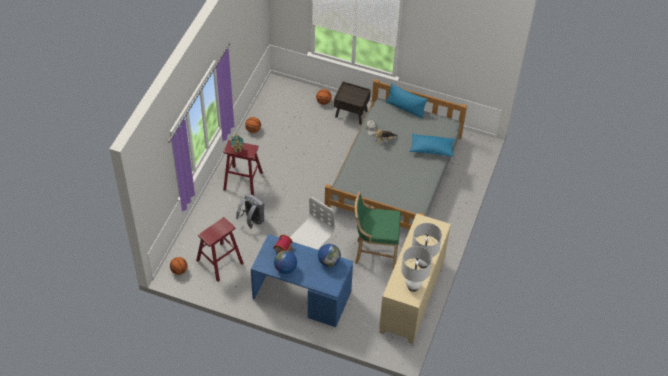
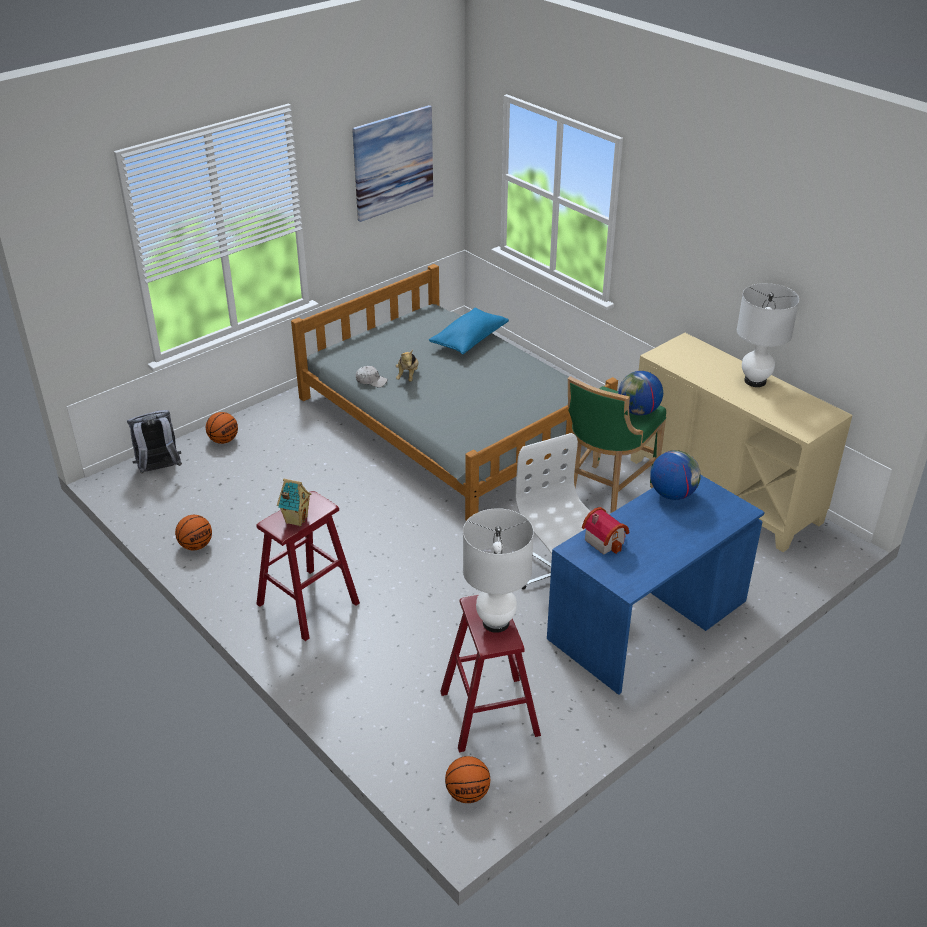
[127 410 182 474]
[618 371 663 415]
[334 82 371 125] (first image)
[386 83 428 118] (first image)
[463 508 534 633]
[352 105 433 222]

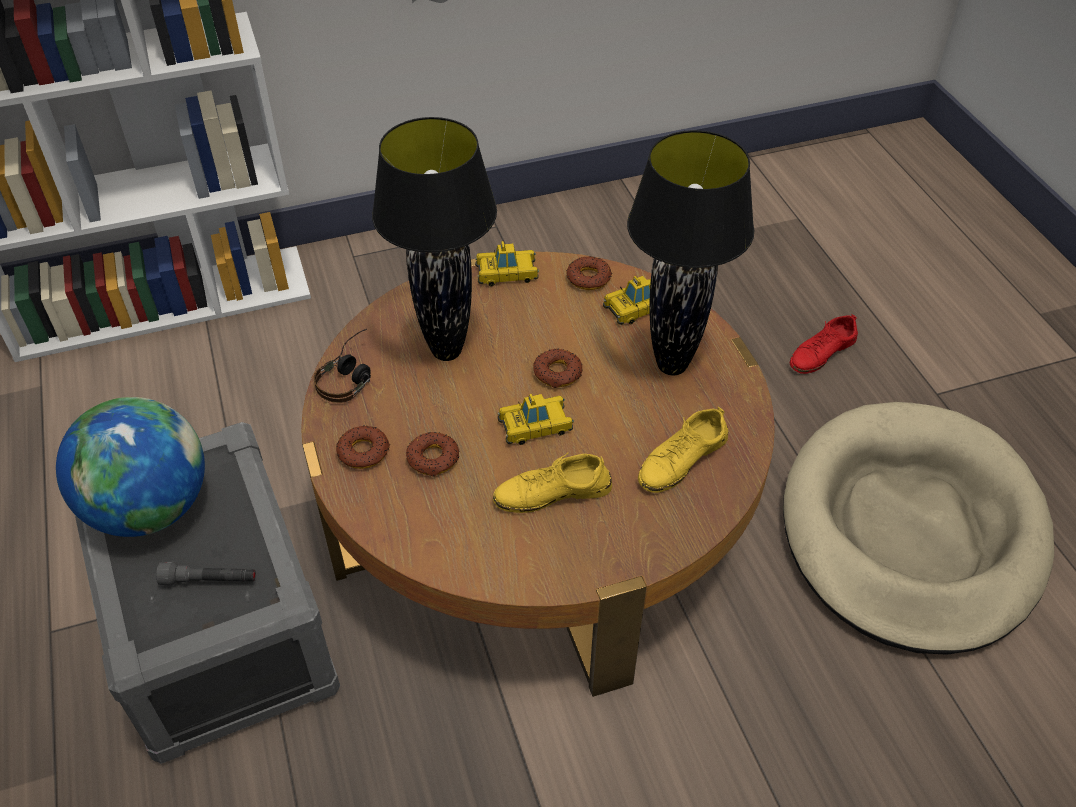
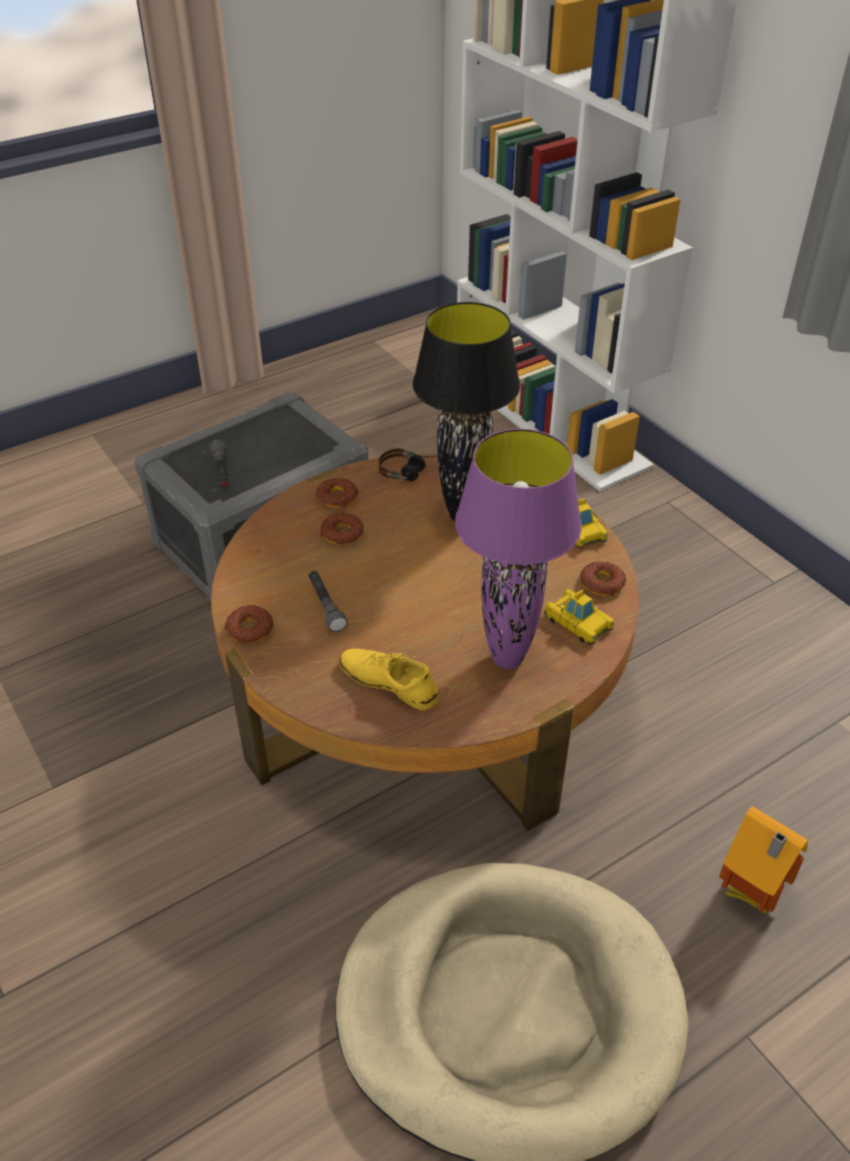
[56 397 205 537] (first image)
[309 571 348 632]
[498 394 574 445] (first image)
[225 605 273 643]
[455 429 582 669]
[719 806 808 915]

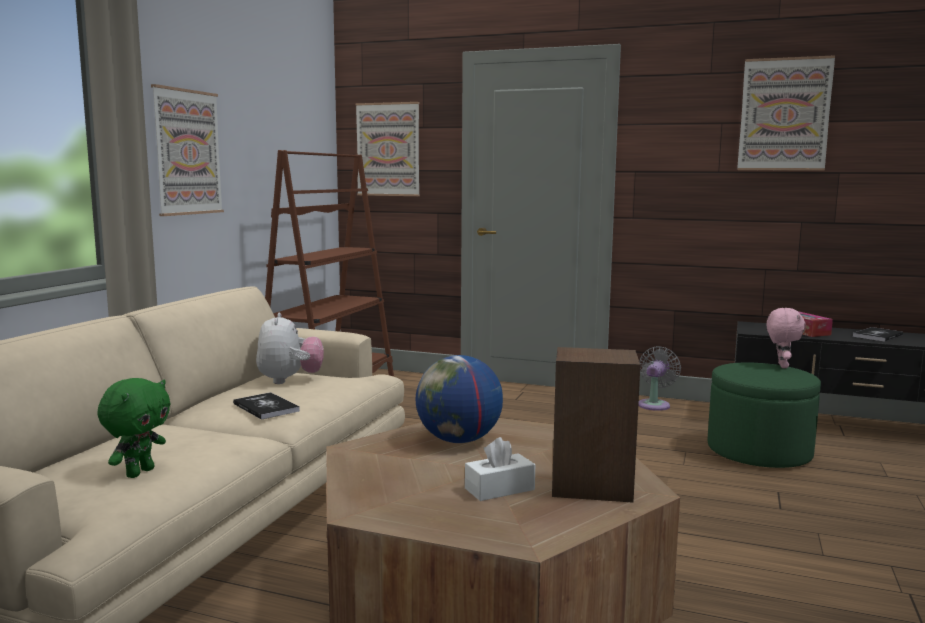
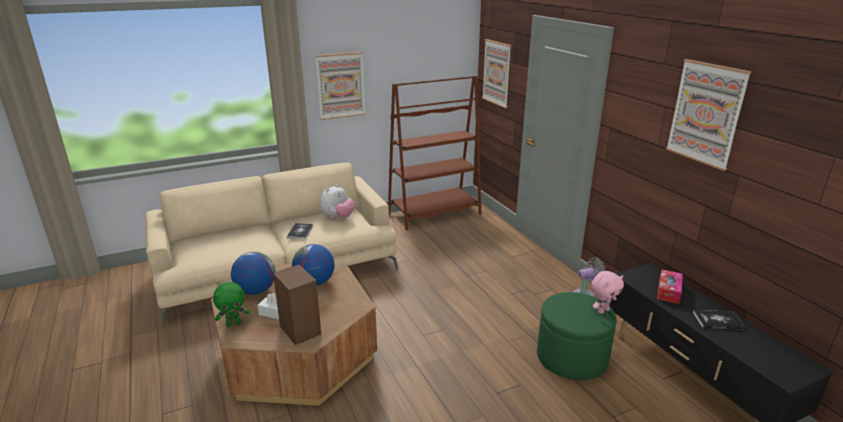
[213 282 249 327]
[231 252 276 295]

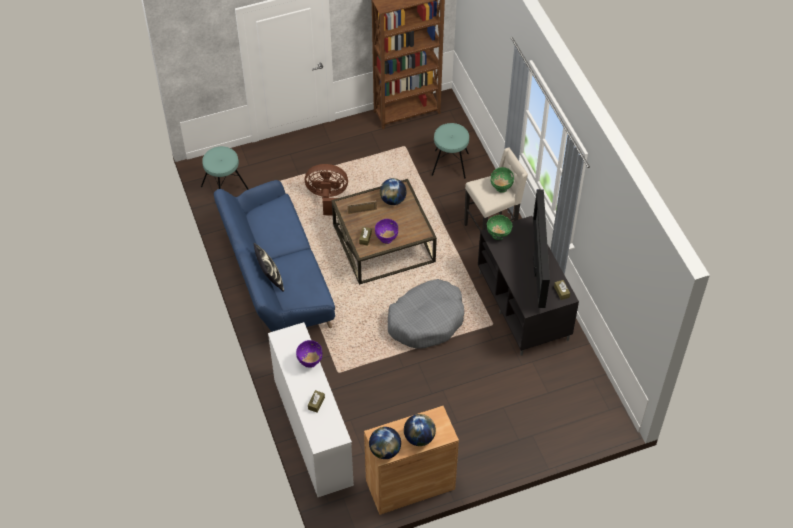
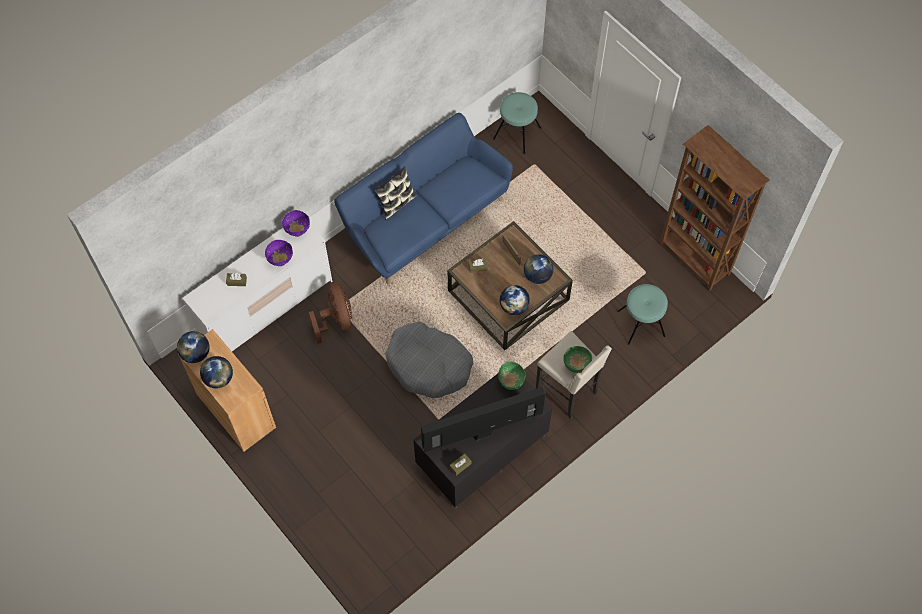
[309 283 352 344]
[282 210 310 237]
[500 285 530 315]

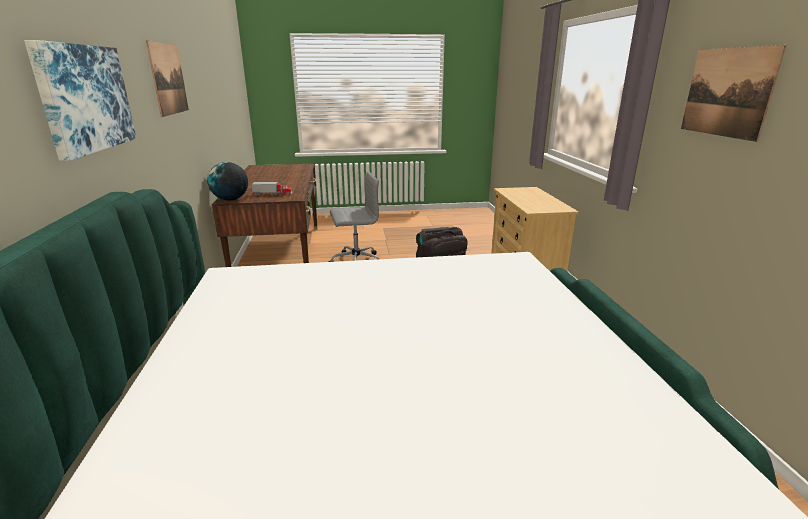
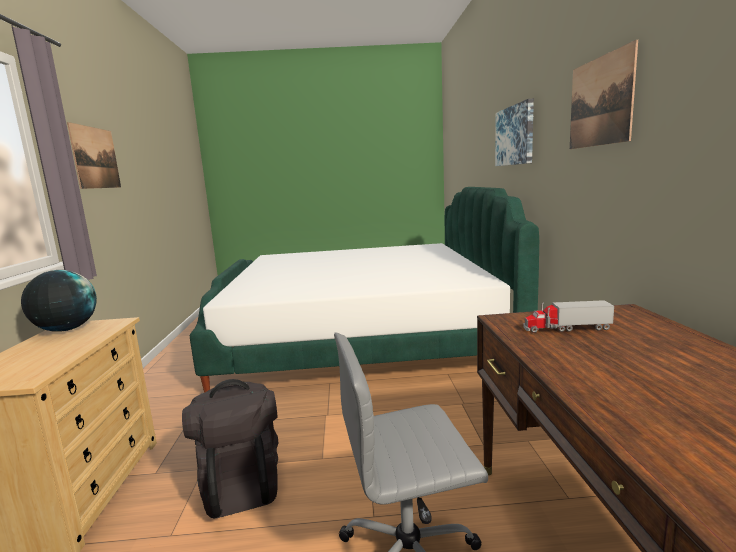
[21 270 97 332]

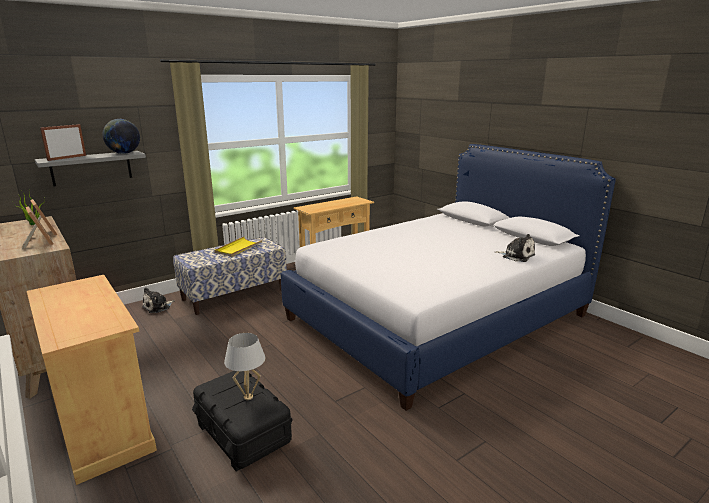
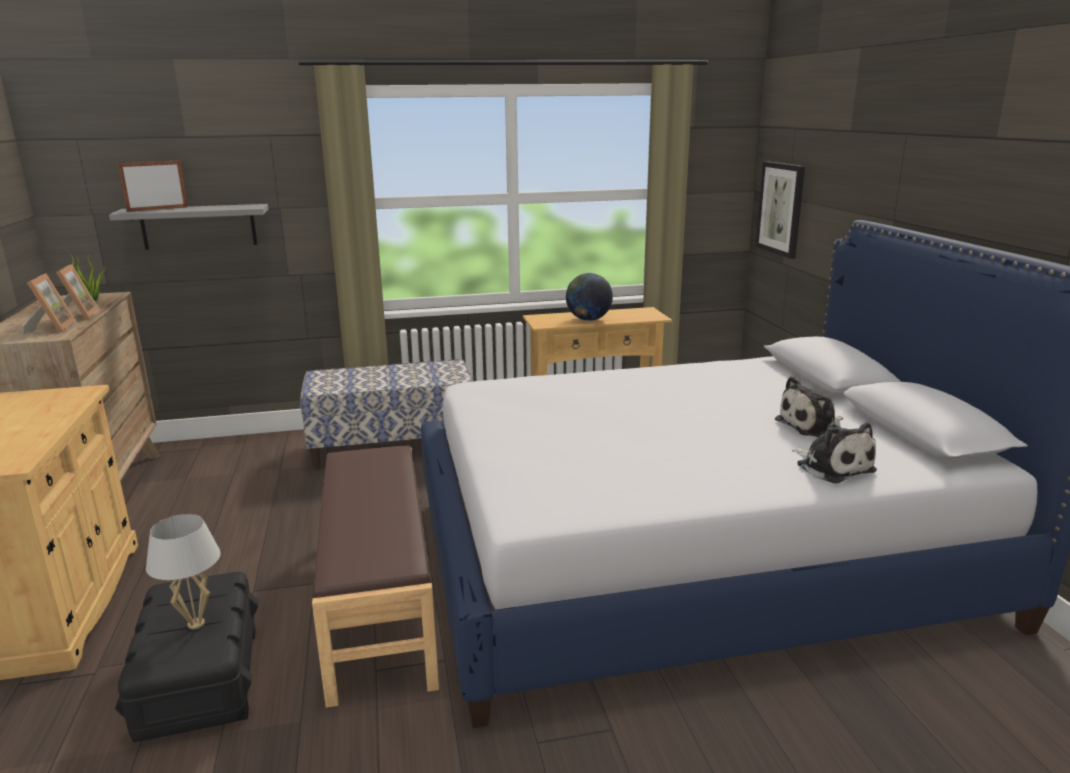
[566 273 613 321]
[775 376 843 437]
[215 237 262 257] (first image)
[312 445 439 708]
[756 161 805 259]

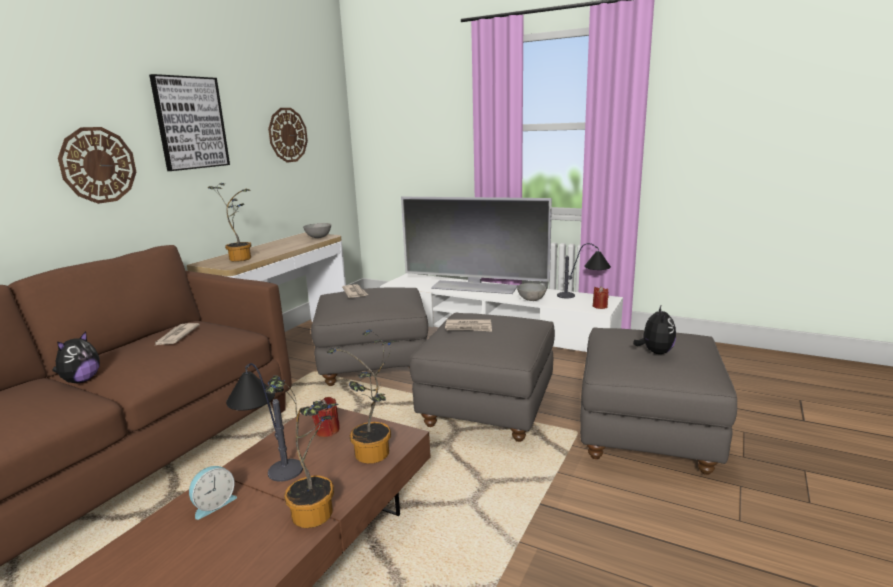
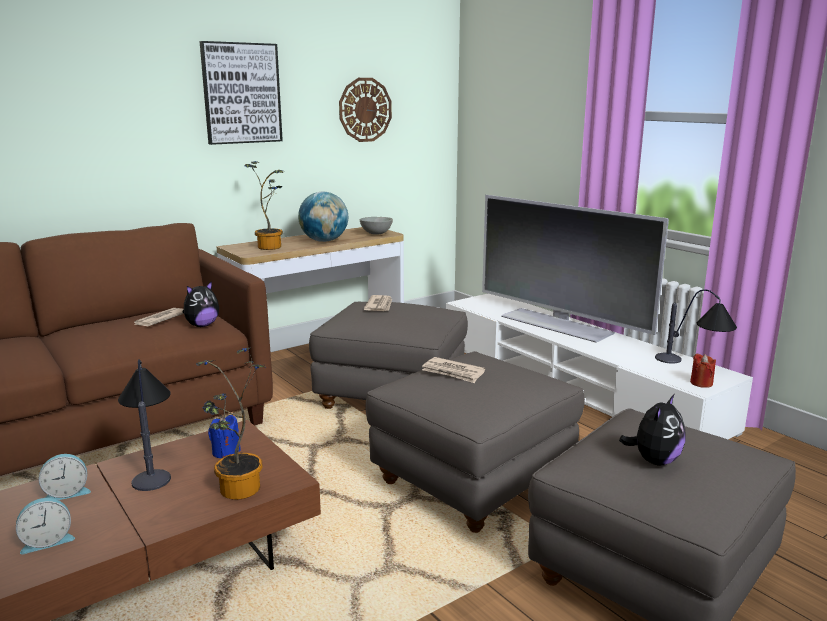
[183 281 219 327]
[58 127 136 204] (first image)
[265 375 338 528] (first image)
[208 415 241 458]
[517 283 547 301] (first image)
[16 498 75 554]
[298 192 348 242]

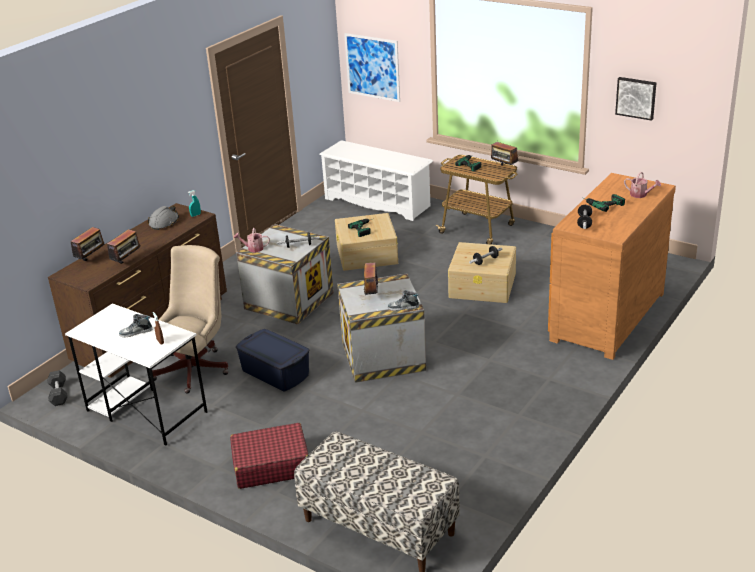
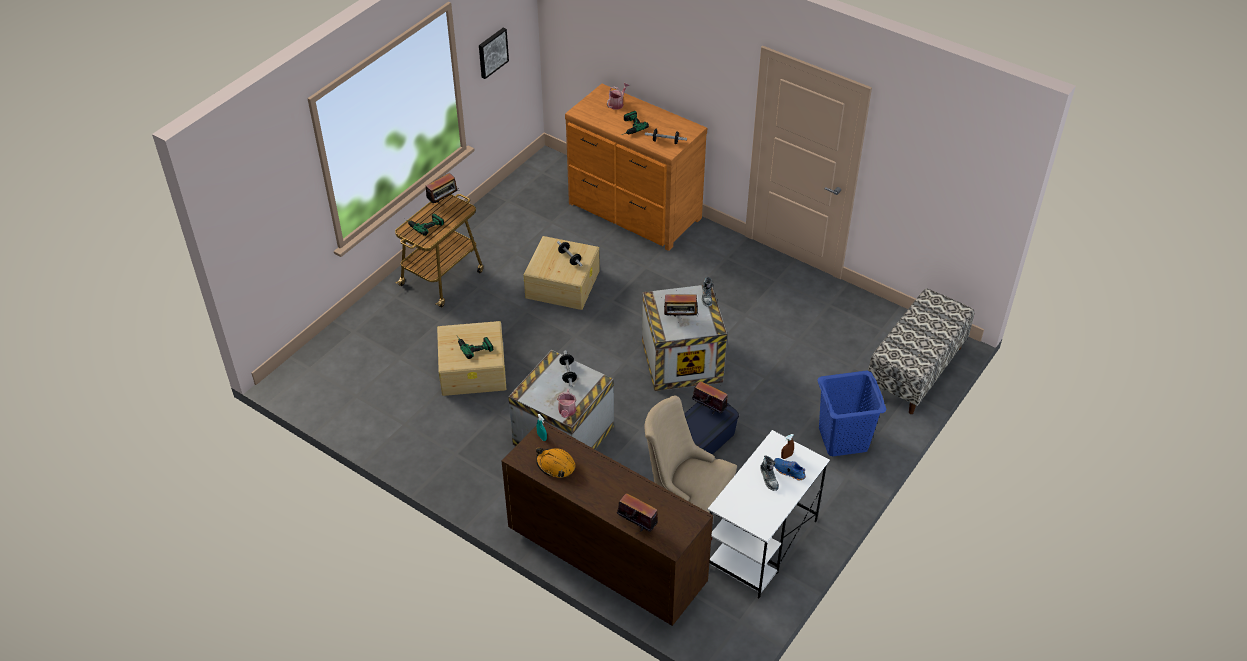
[47 370 68 406] (first image)
[692 381 727 414]
[536 448 575 478]
[817 371 886 456]
[319 140 433 221] (first image)
[344 33 400 102] (first image)
[774 458 806 481]

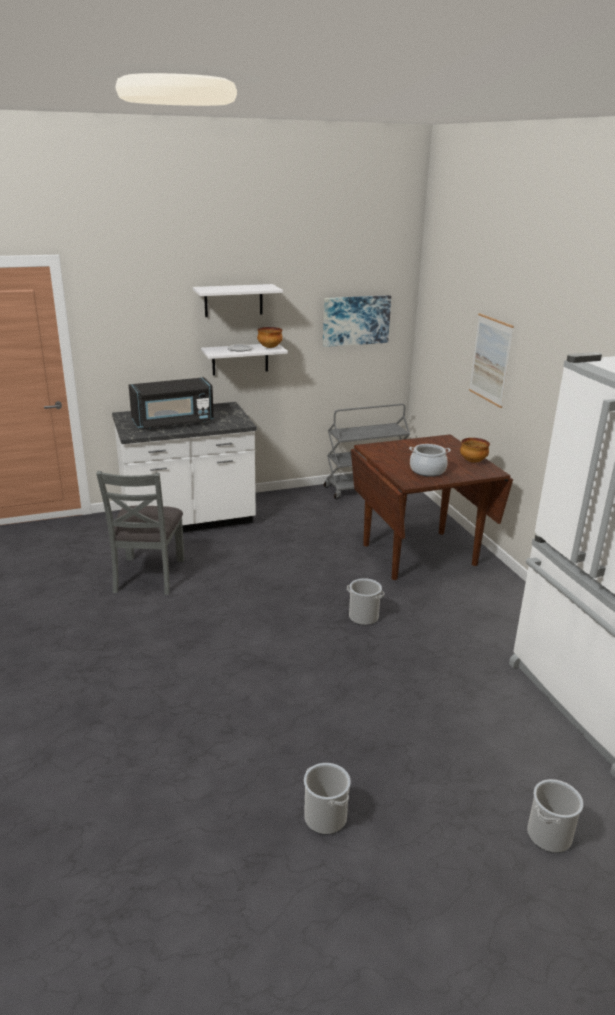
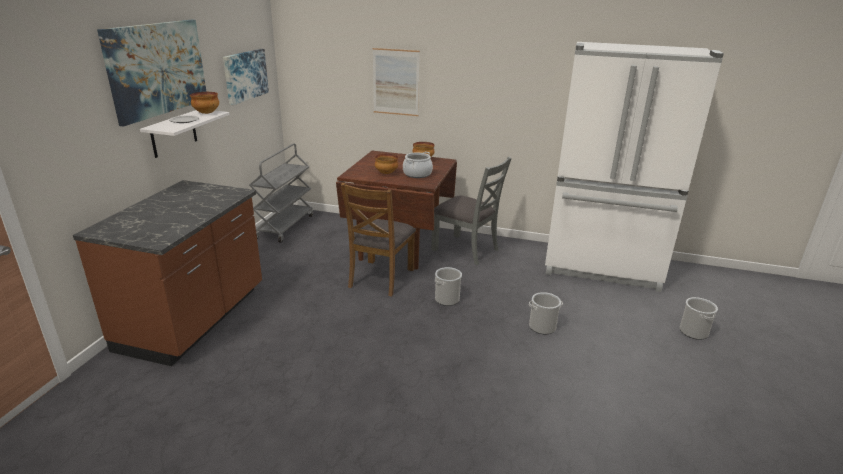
[431 156 512 265]
[73 180 262 366]
[129 377 214 429] (first image)
[97 20 207 127]
[529 292 563 334]
[341 183 416 297]
[375 154 398 174]

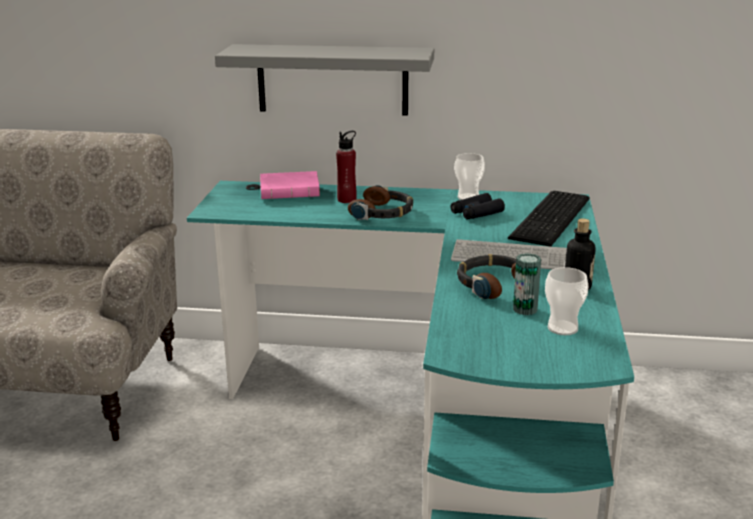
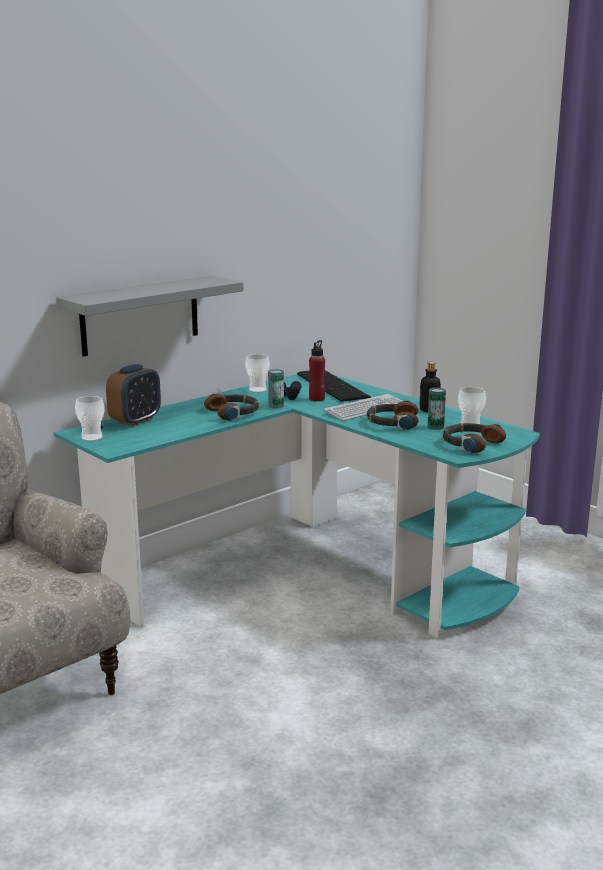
[106 364 161 426]
[309 340 325 402]
[75 396 105 441]
[268 369 284 409]
[443 423 506 453]

